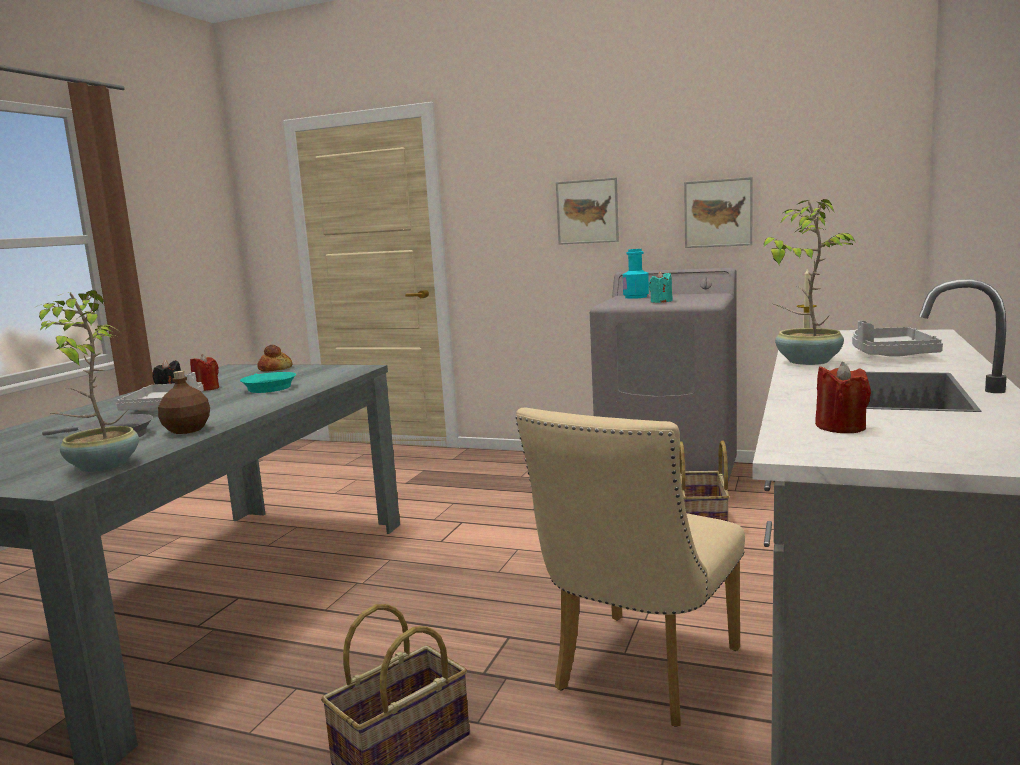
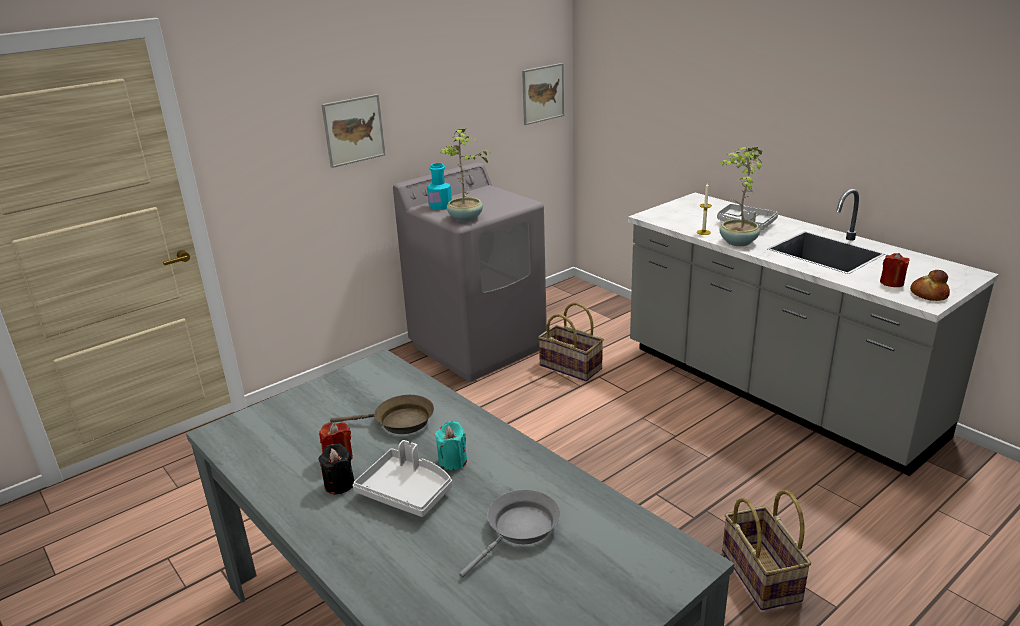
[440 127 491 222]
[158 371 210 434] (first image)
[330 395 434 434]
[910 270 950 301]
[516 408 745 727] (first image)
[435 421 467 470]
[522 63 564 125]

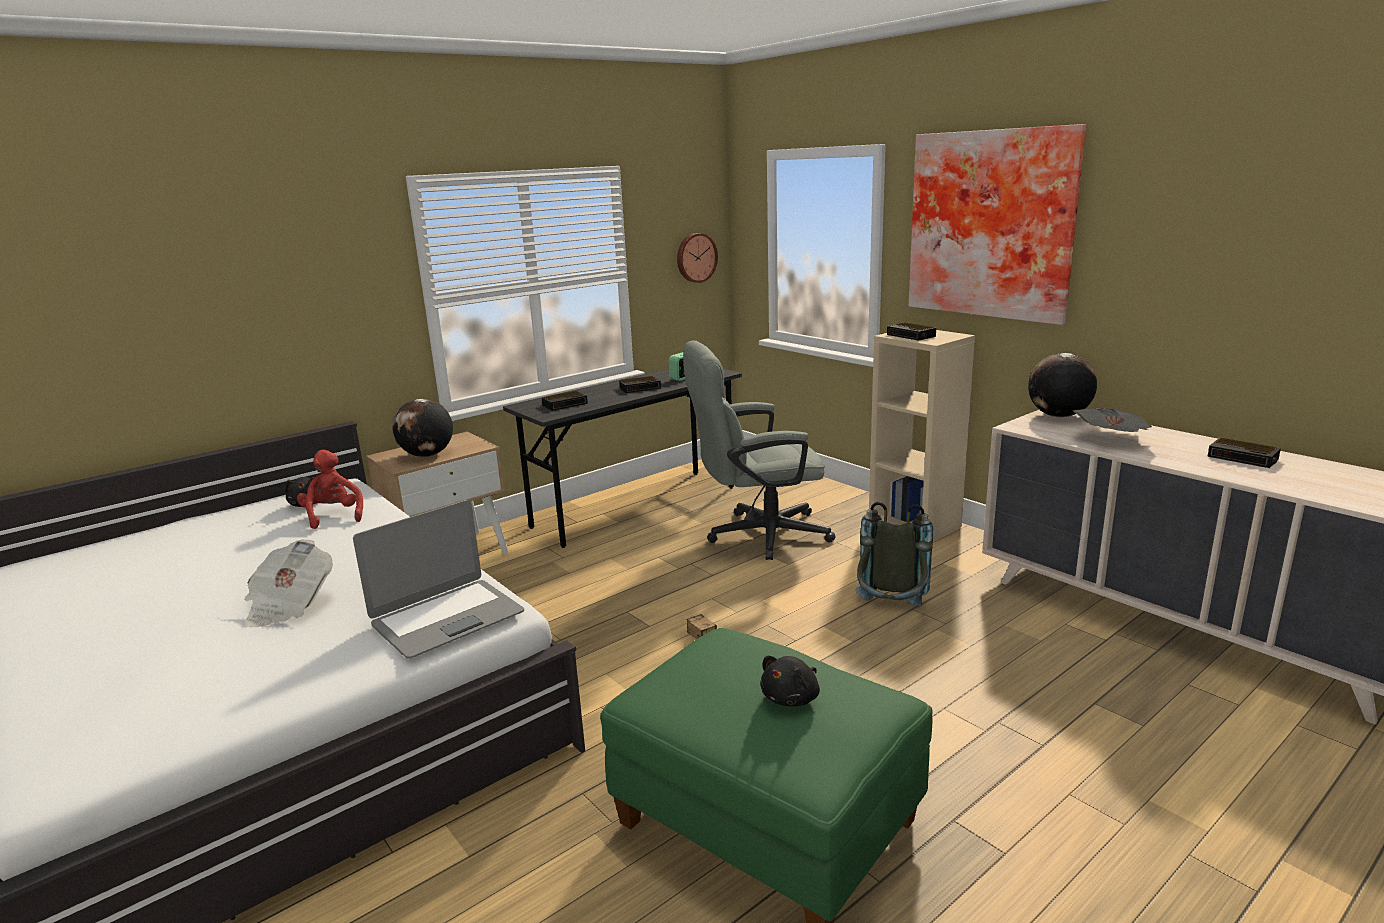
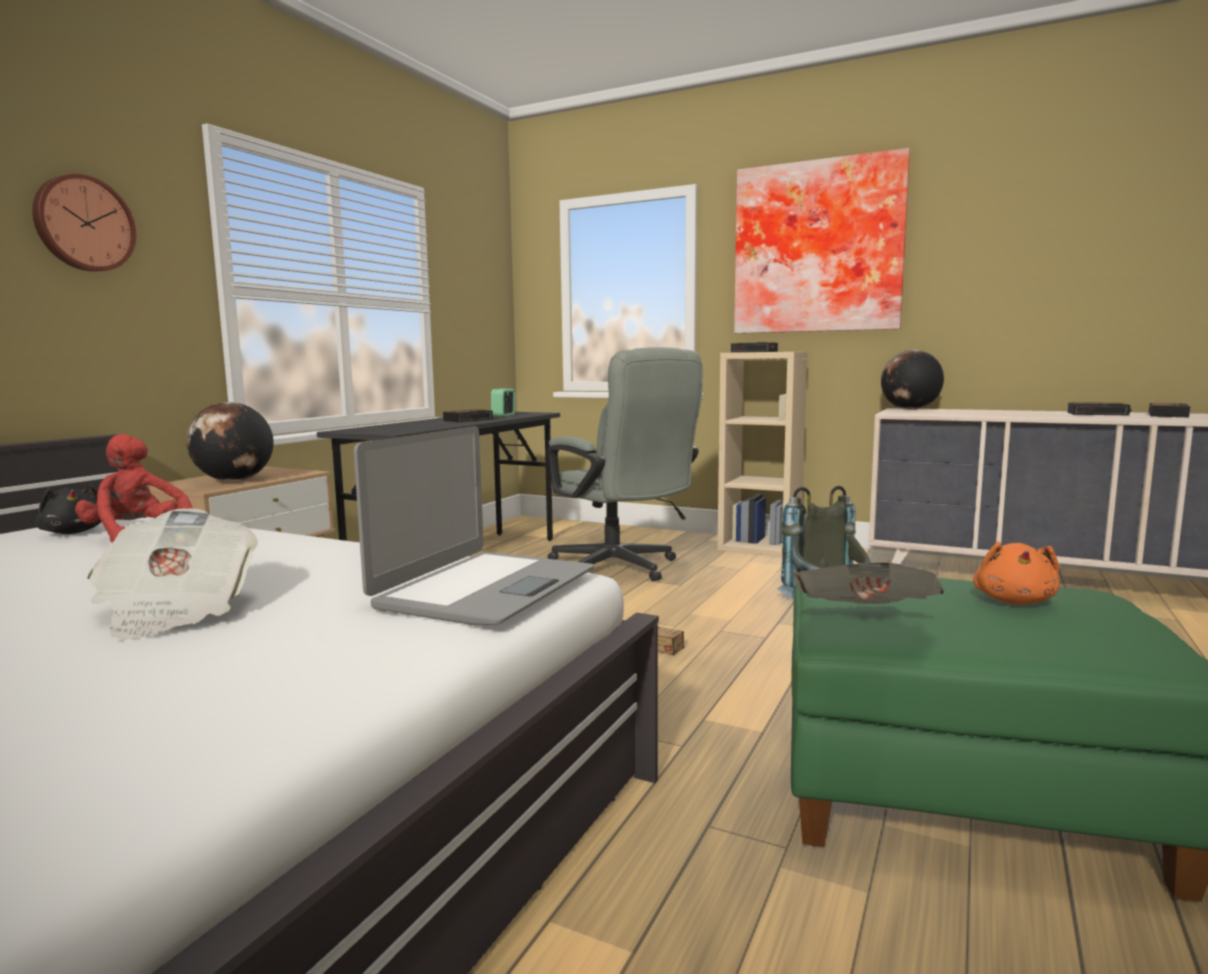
[1149 403 1190 417]
[32 174 137 272]
[548 347 703 581]
[973 541 1060 605]
[791 562 945 604]

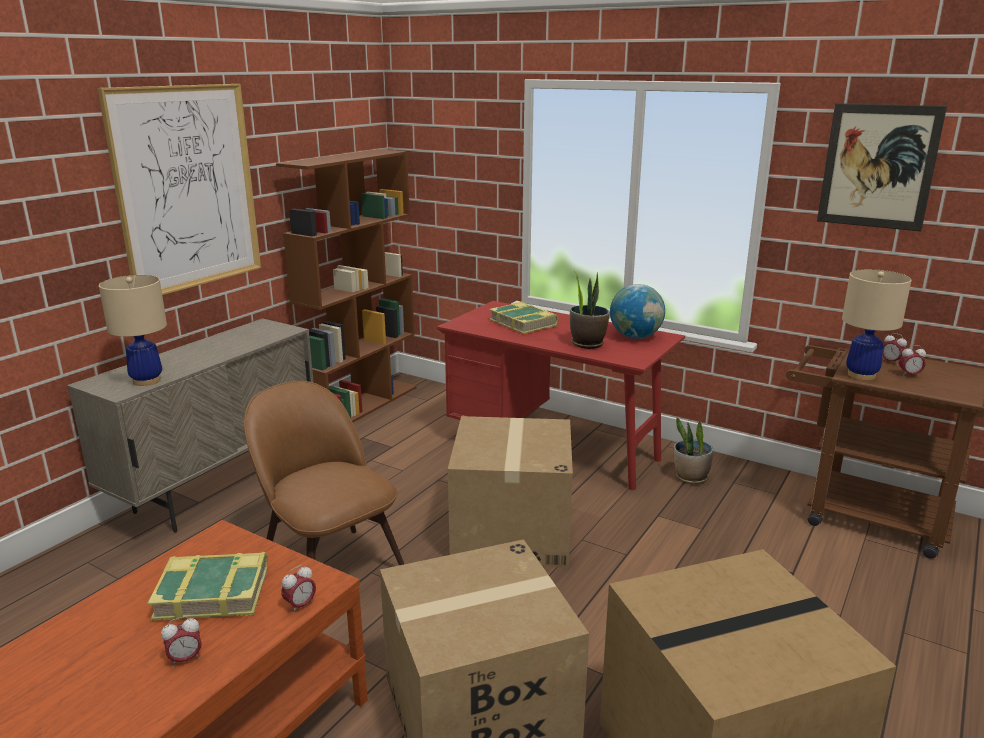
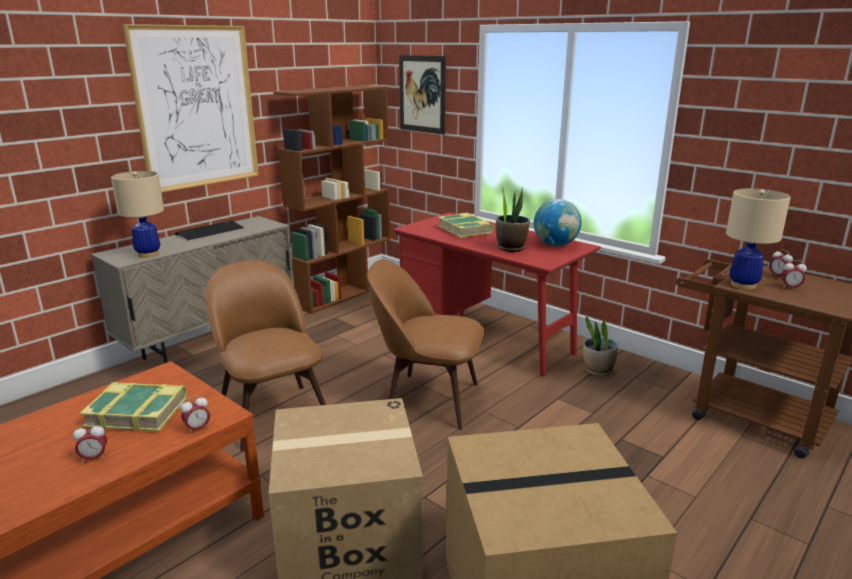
[367 260 485 430]
[399 55 446 135]
[175 221 244 240]

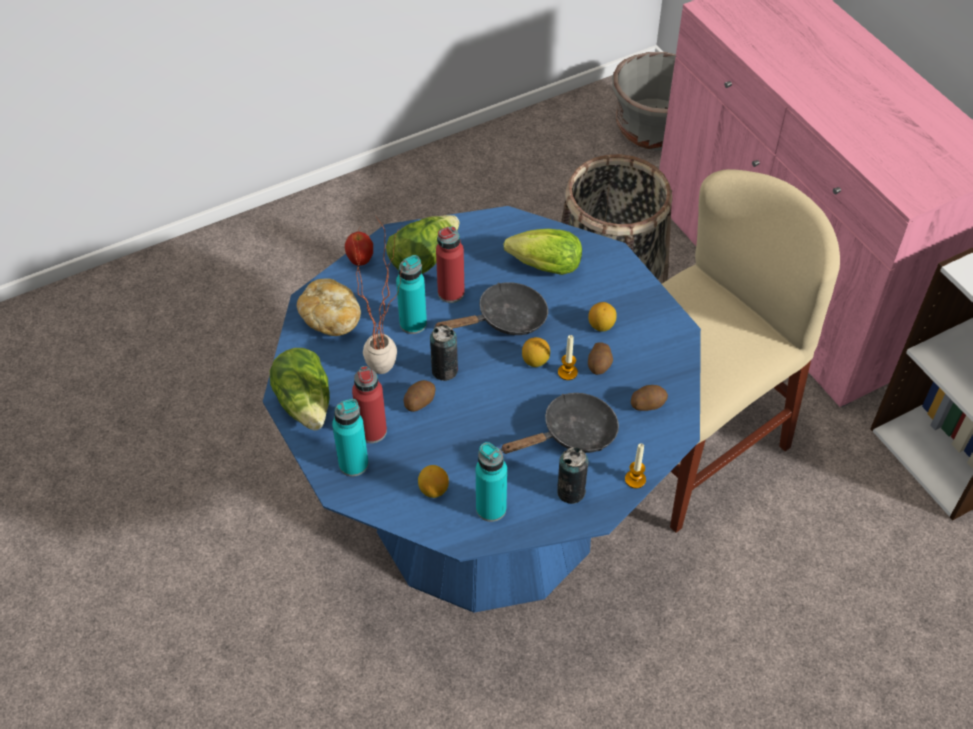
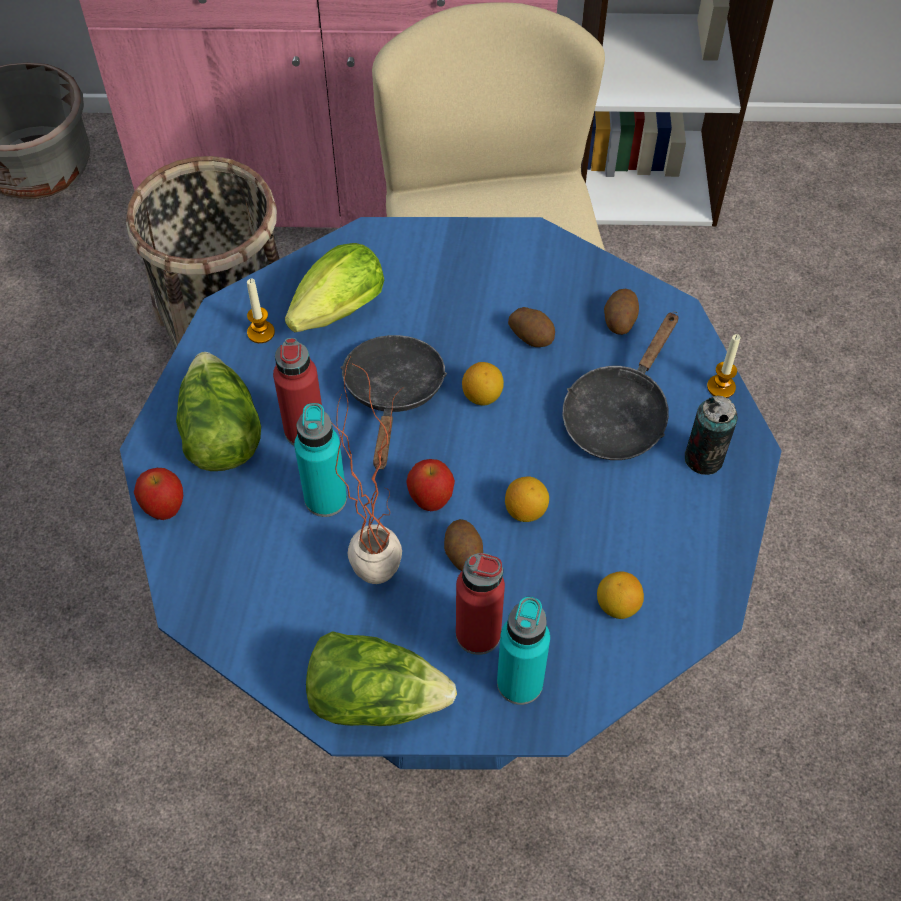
[297 278 361 336] (first image)
[406 459 455 511]
[476 442 507 522] (first image)
[563 312 678 460]
[247 279 275 343]
[505 477 549 522]

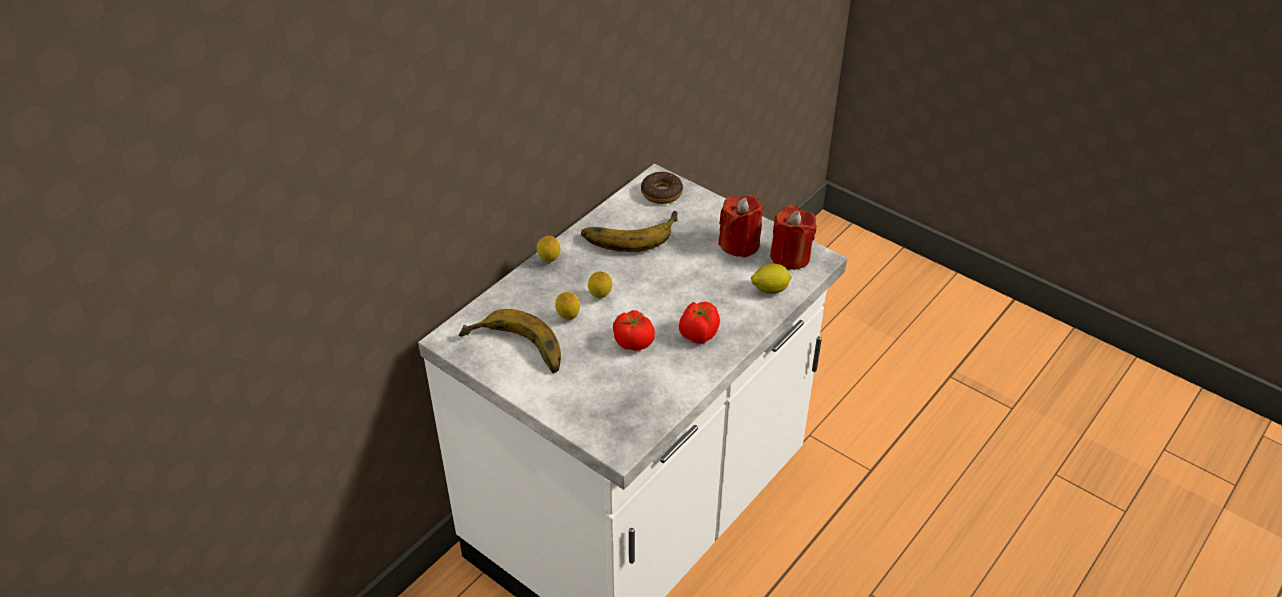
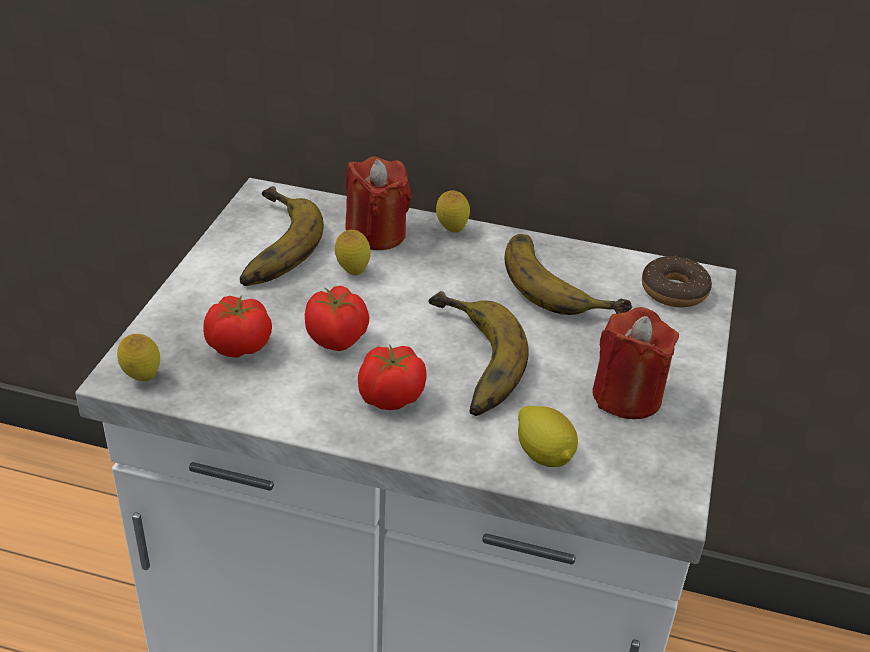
[117 334 160 381]
[345 156 411 250]
[203 296 272 358]
[428 291 529 416]

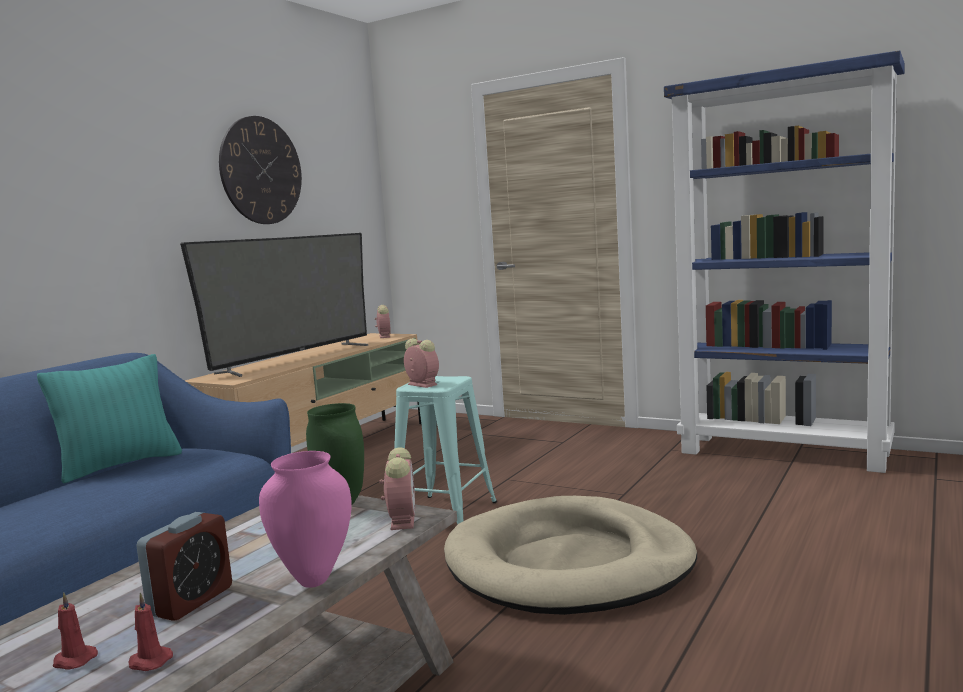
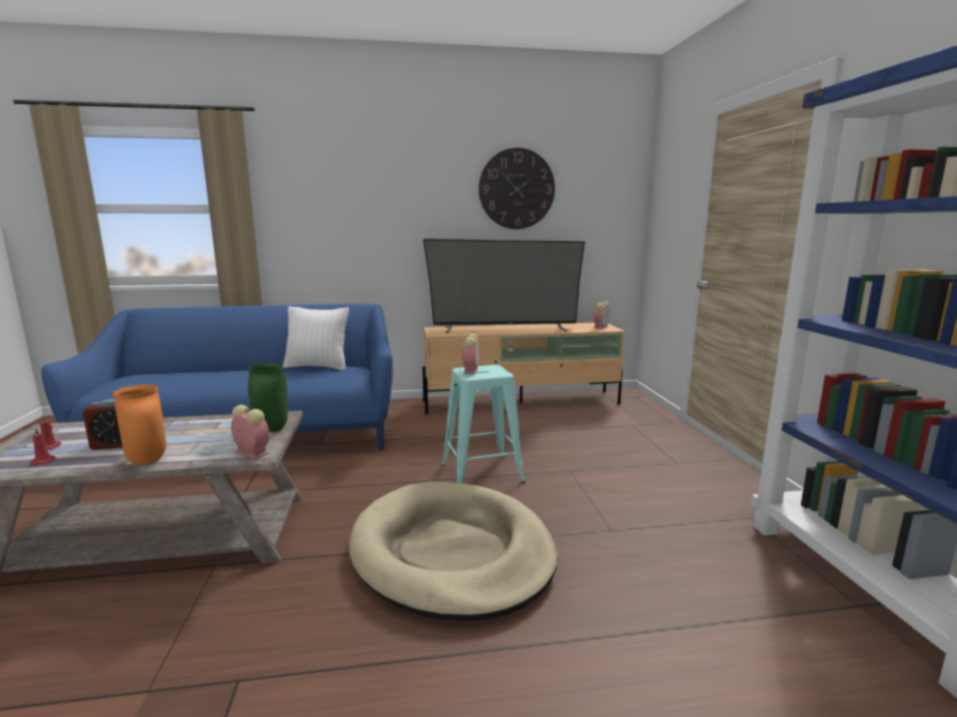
[283 306 349 370]
[113 384 166 466]
[231 405 269 459]

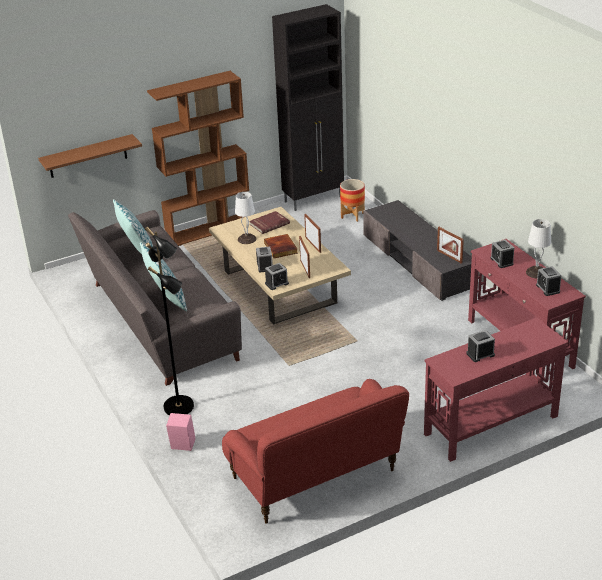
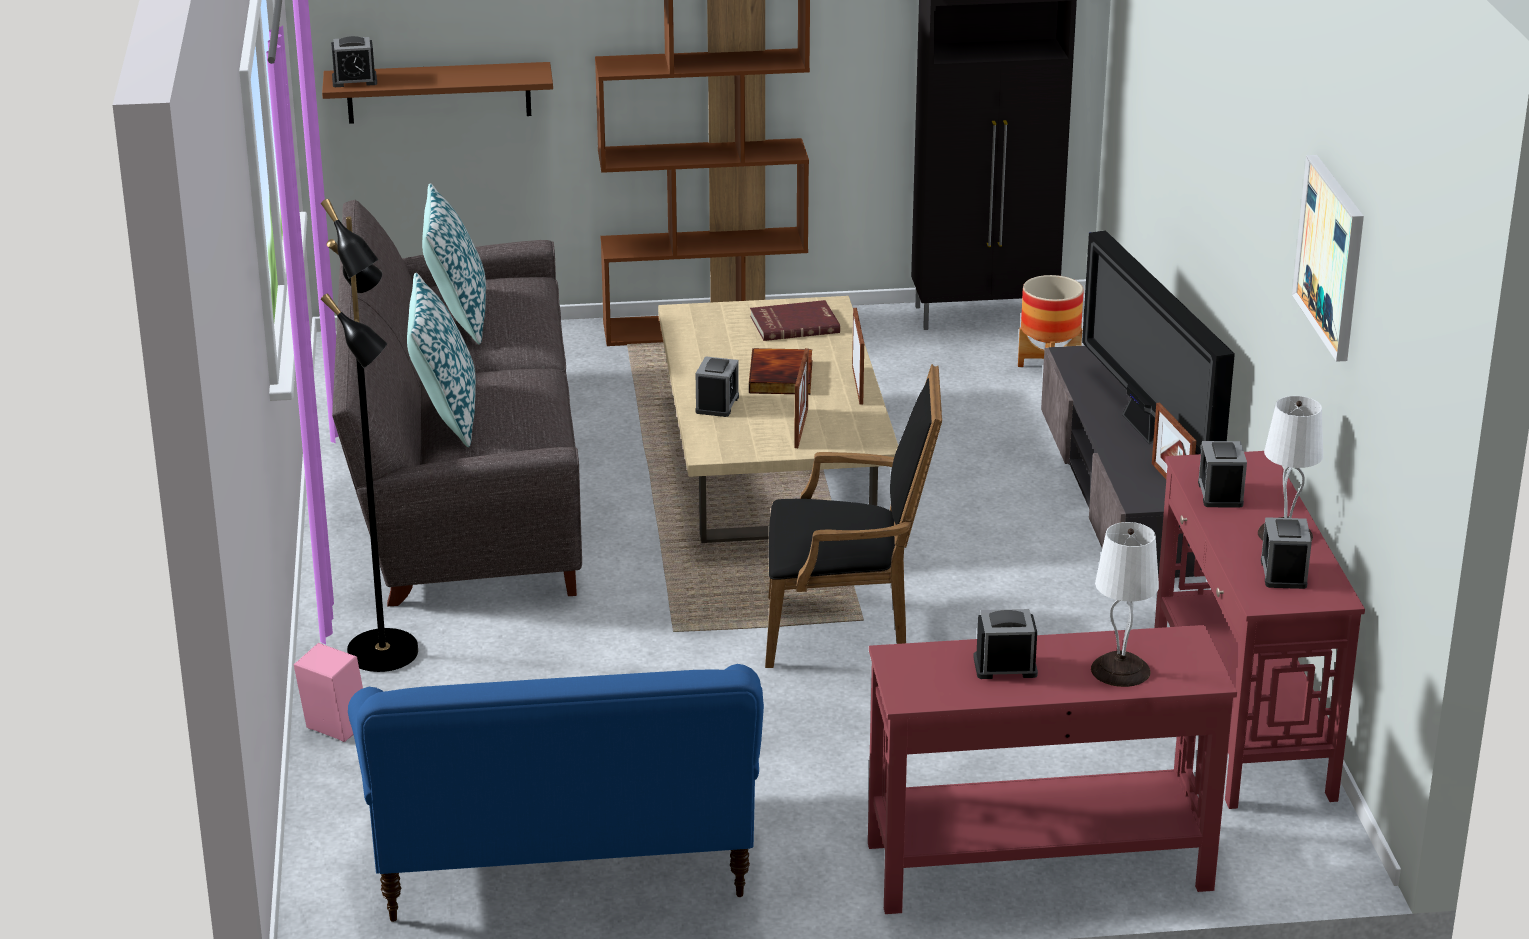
[348 664 764 922]
[1091 522 1159 687]
[331 36 377 87]
[765 364 942 668]
[1082 230 1235 455]
[1292 155 1364 362]

